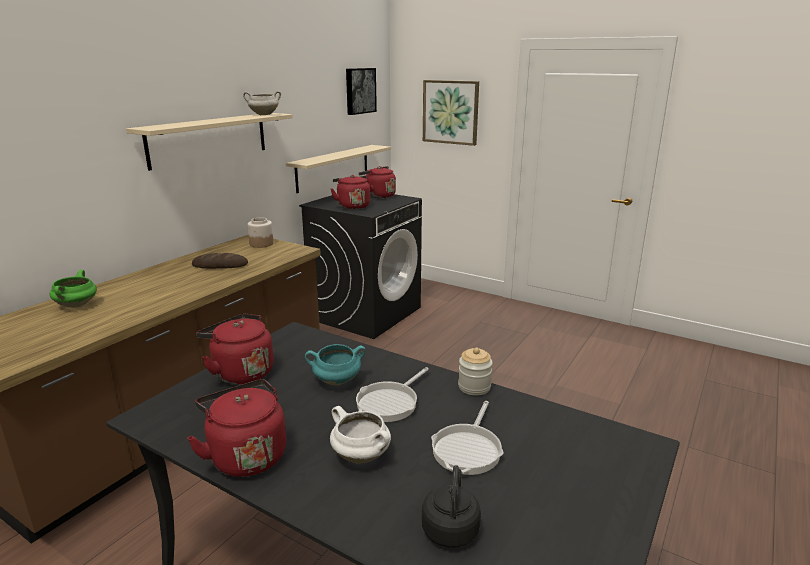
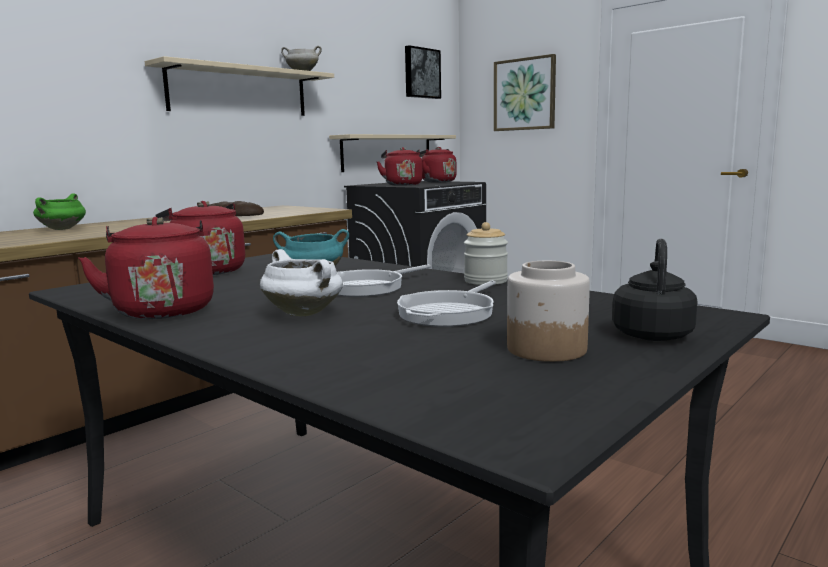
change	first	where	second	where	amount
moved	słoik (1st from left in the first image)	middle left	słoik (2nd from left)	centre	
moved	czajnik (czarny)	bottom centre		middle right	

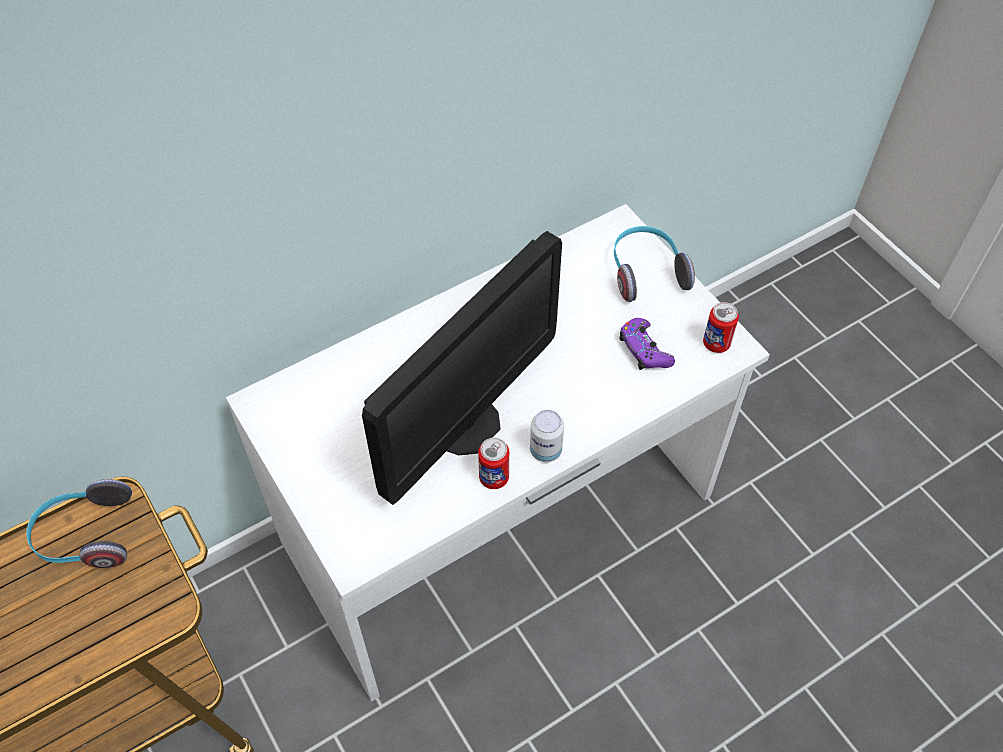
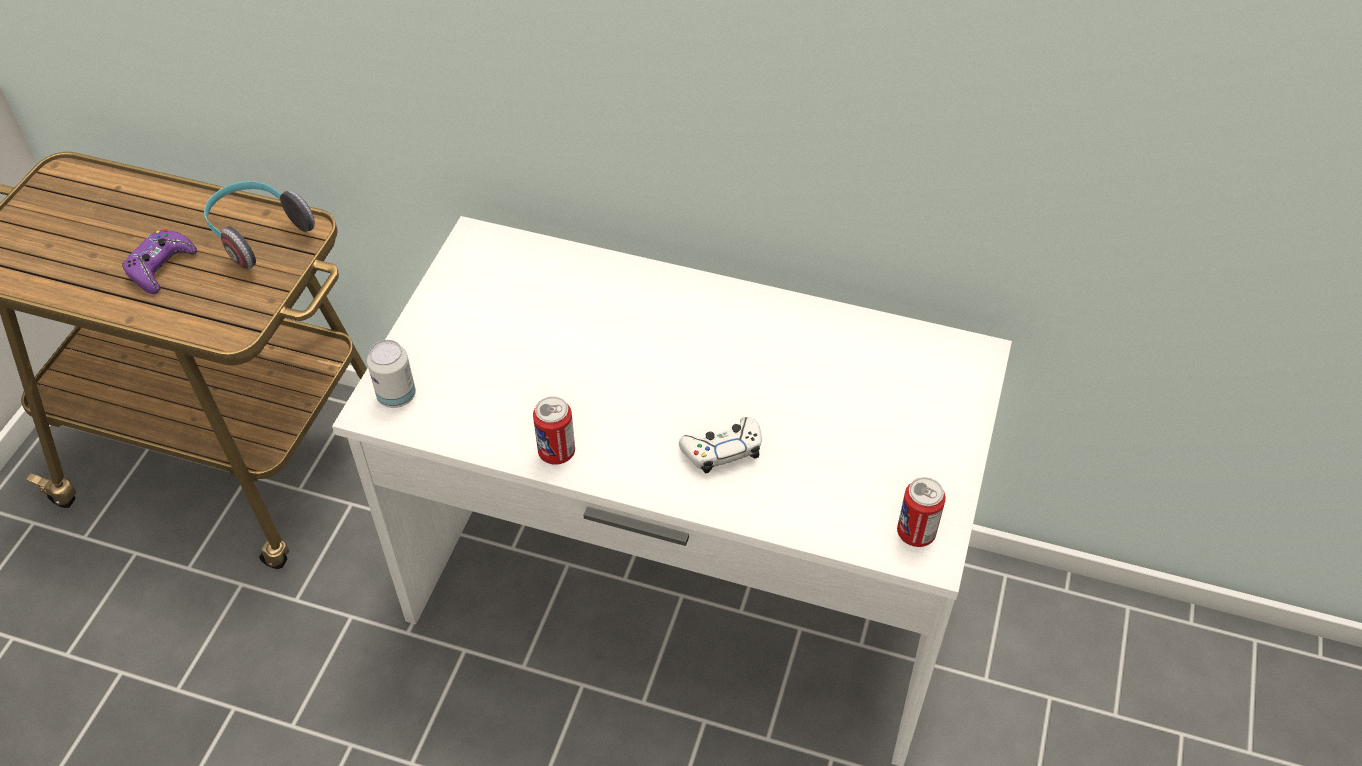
change	first	where	second	where	amount
removed	słuchawki (2nd from left)	centre			
removed	monitor	centre			
moved	pad do gier (fioletowy)	centre		middle left	
moved	puszka (2nd from left in the first image)	centre	puszka (1st from left)	middle left	
added			pad do gier (biały)	centre	

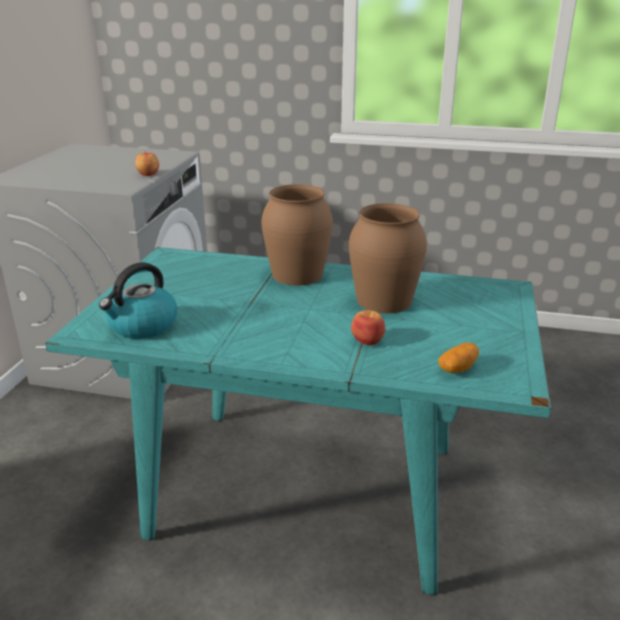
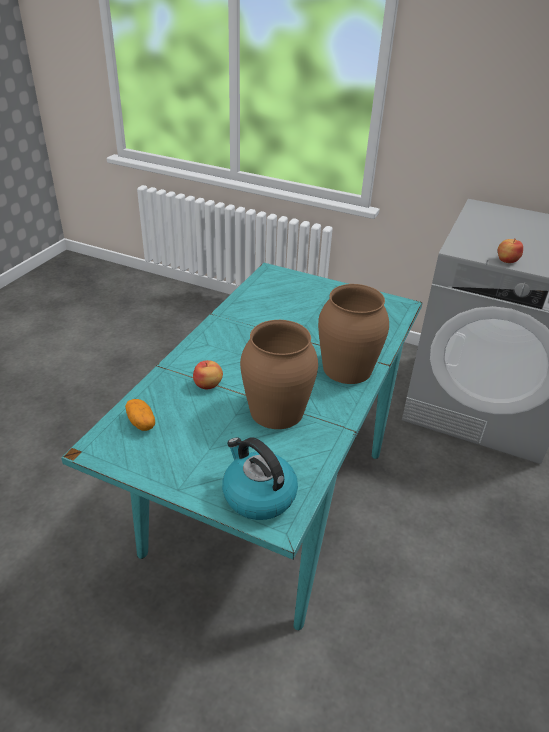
change	first	where	second	where	amount
moved	czajnik	middle left		centre	

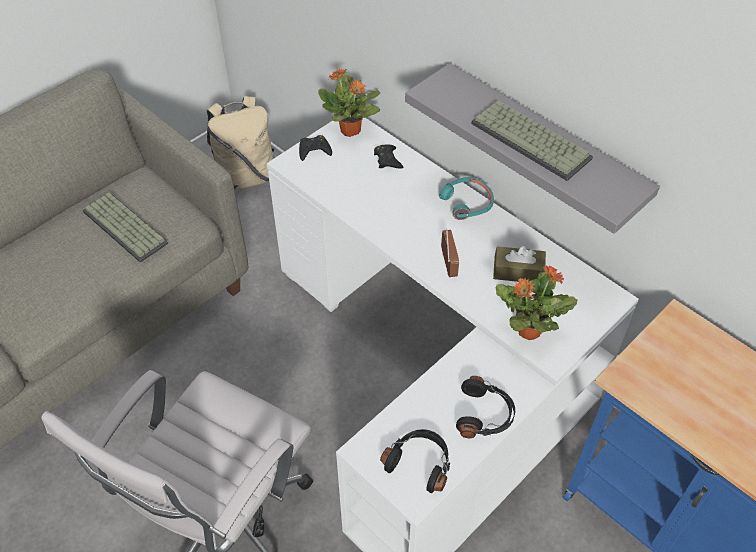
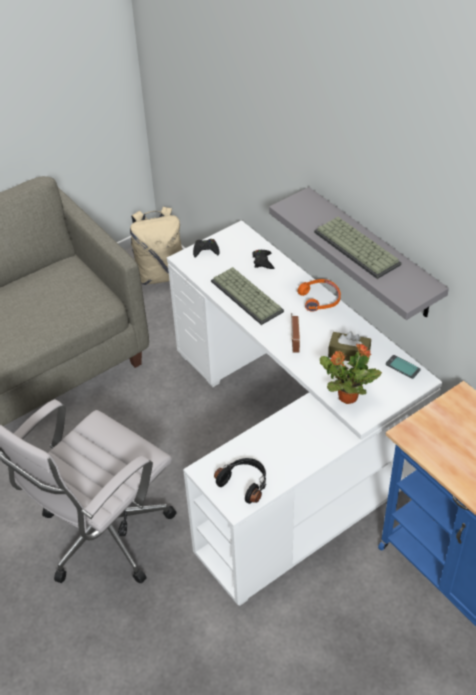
change	first	where	second	where	amount
removed	roślina doniczkowa (1st from left)	top centre			
recoloured	słuchawki (turkusowy)	centre	słuchawki (pomarańczowy)	middle right	
moved	klawiatura (1st from left)	middle left		centre	
removed	słuchawki (czarny) (2nd from left)	bottom centre			
added			telefon	middle right	

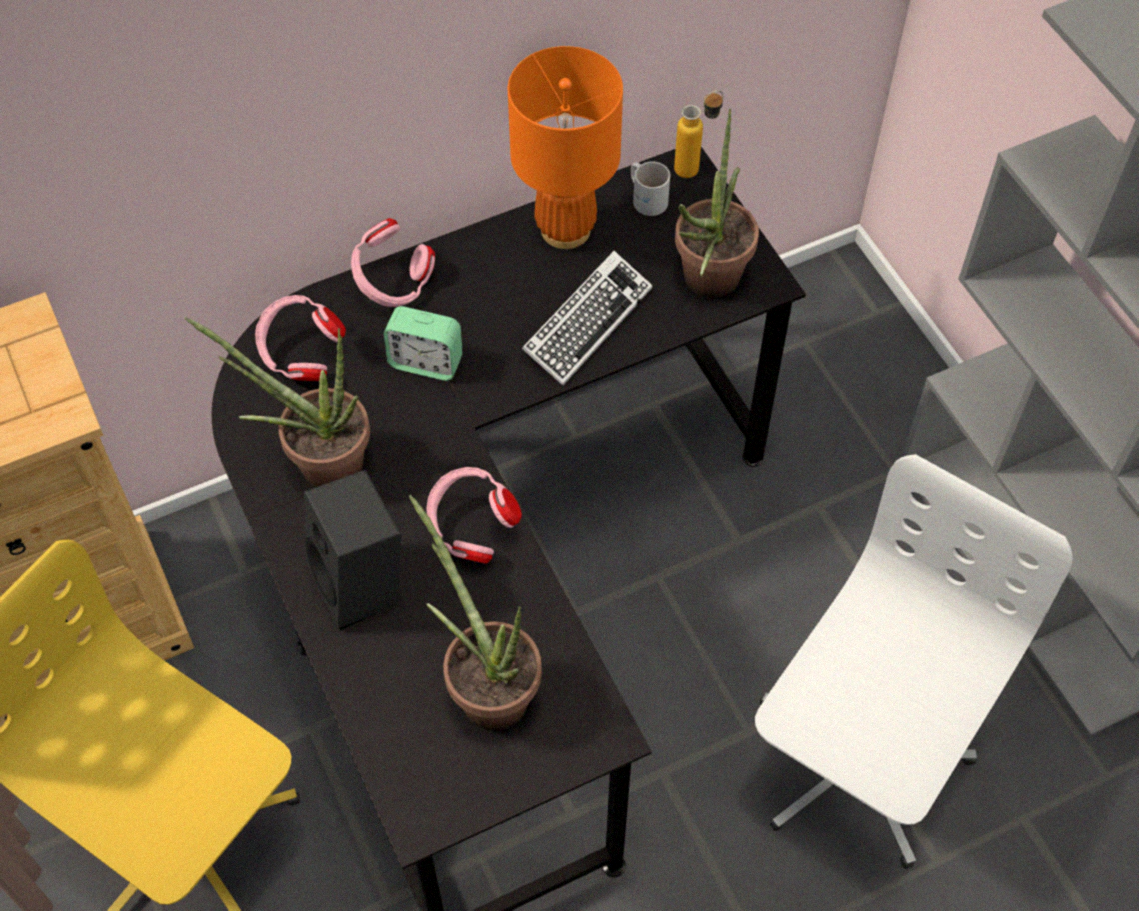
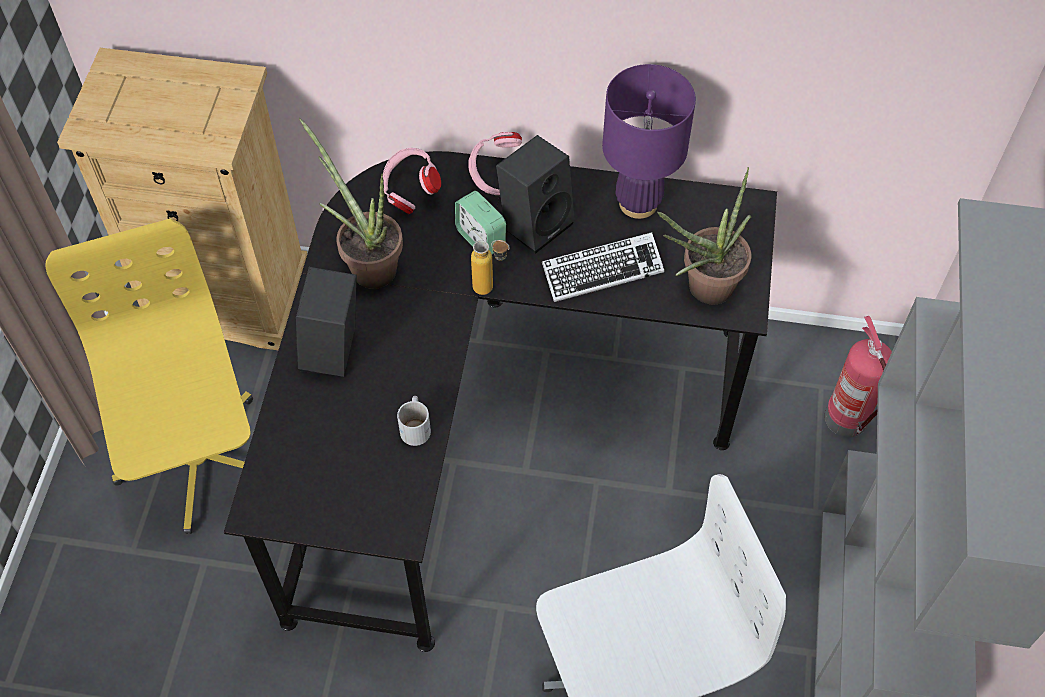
change	first	where	second	where	amount
recoloured	lampa stołowa (pomarańczowy)	top centre	lampa stołowa (fioletowy)	top centre	
moved	butelka	top centre		centre	
moved	kubek (biały)	top centre		centre	
removed	słuchawki (różowy) (3rd from left)	centre			
removed	roślina doniczkowa (2nd from left)	bottom centre			
added			głośnik (czarny) (2nd from left)	top centre	
added			gaśnica	middle right	

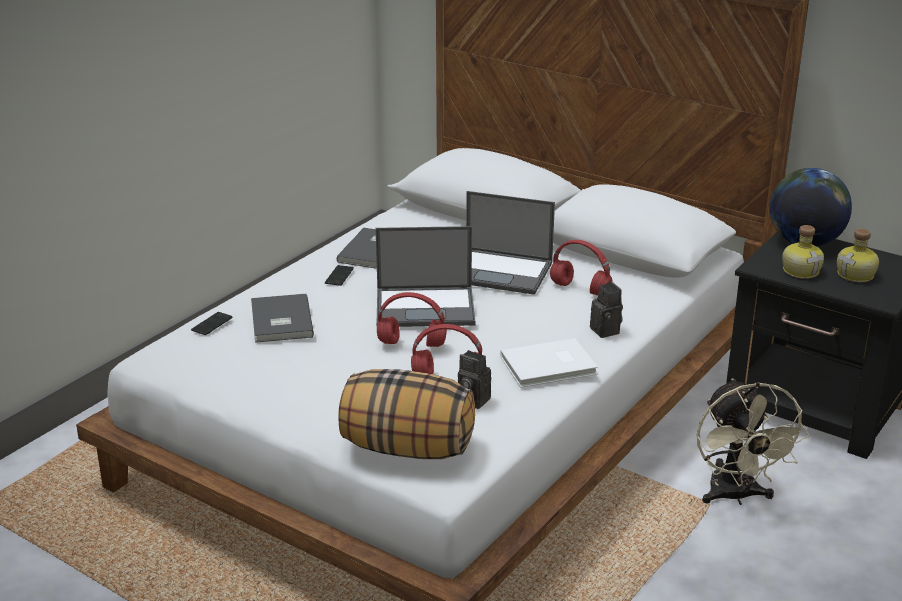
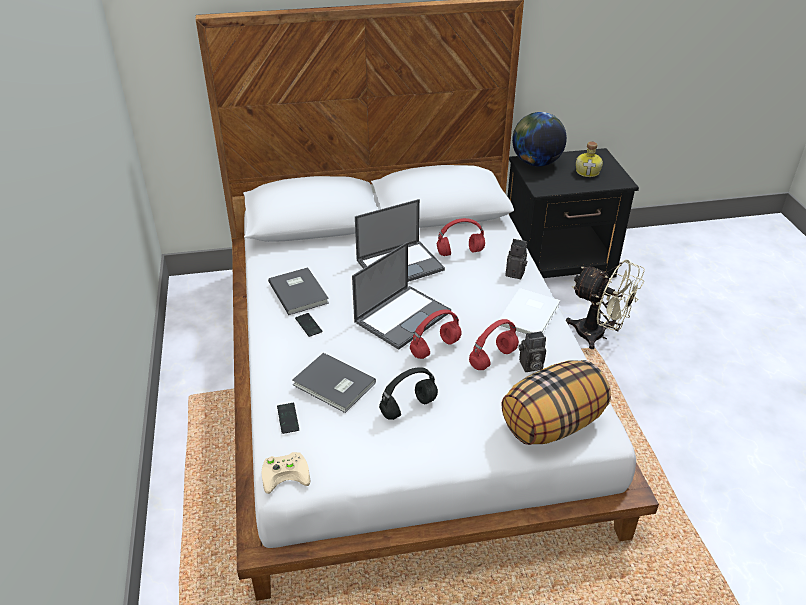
change	first	where	second	where	amount
removed	butelka (1st from left)	middle right			
added			słuchawki (czarny)	centre	
added			pad do gier (beżowy)	bottom centre	

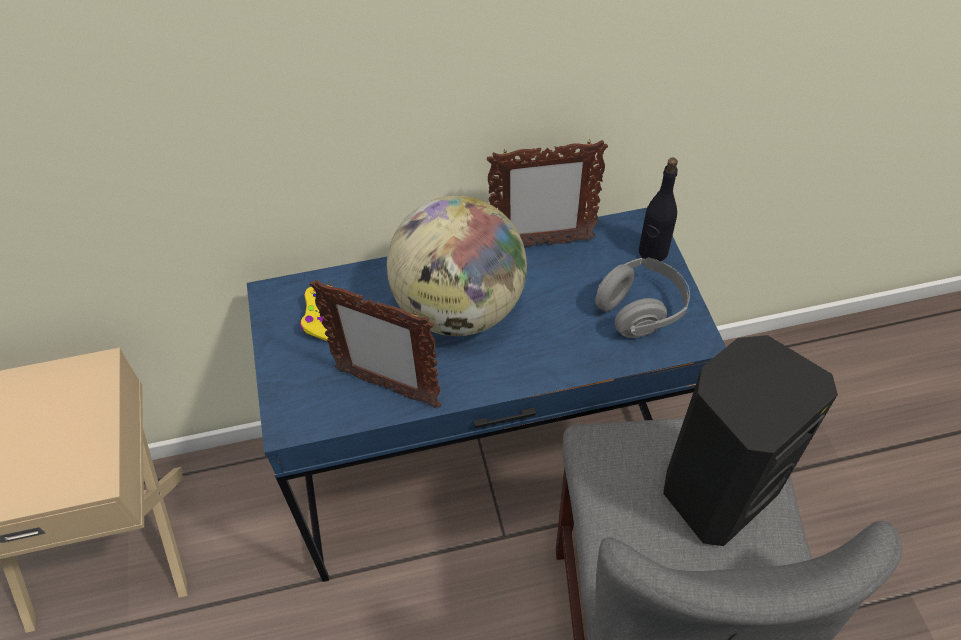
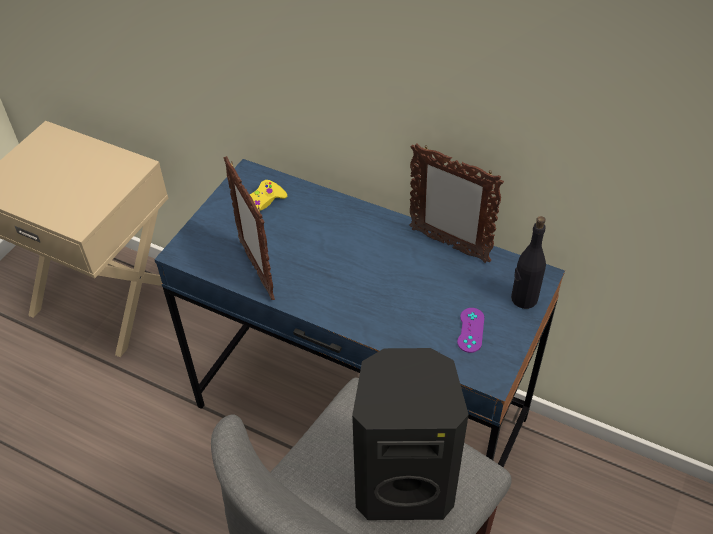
change	first	where	second	where	amount
removed	globus	centre			
replaced	słuchawki (szary)	middle right	pad do gier (fioletowy)	centre	

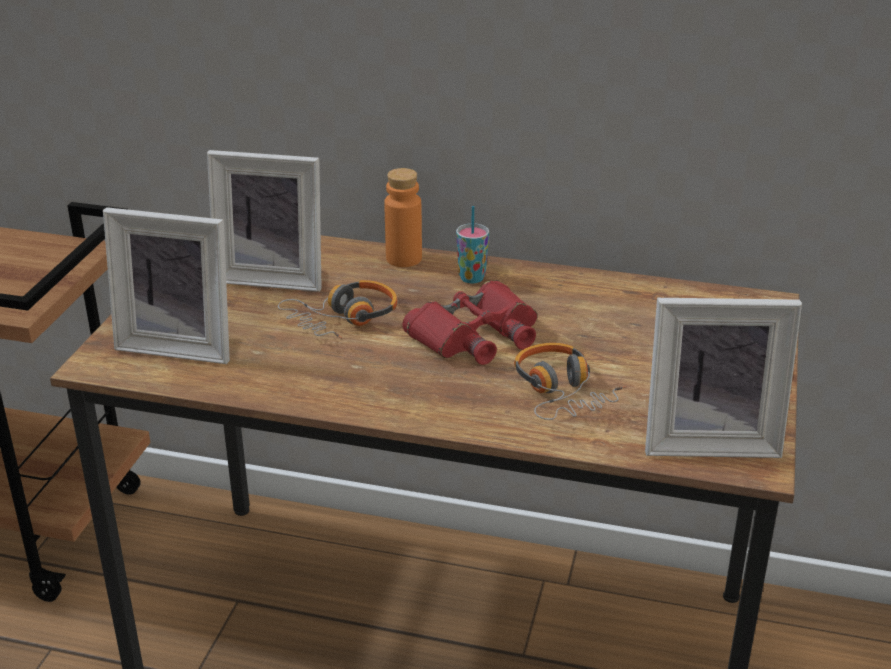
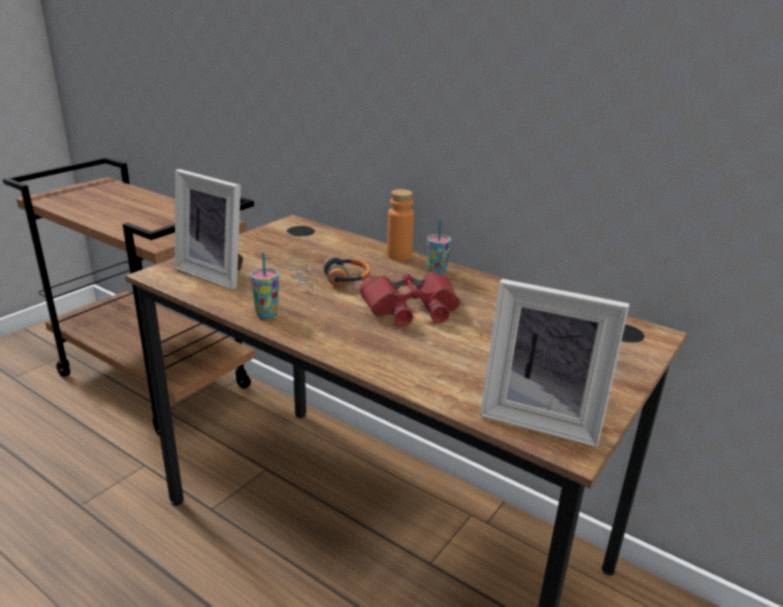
change	first	where	second	where	amount
removed	ramka na zdjęcie (2nd from left)	top left			
removed	słuchawki (2nd from left)	centre			
added			filiżanka (1st from left)	centre	

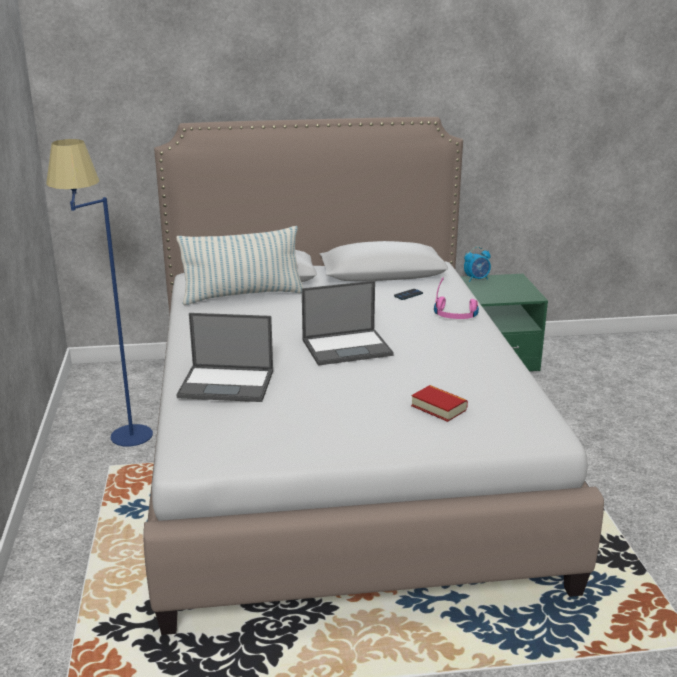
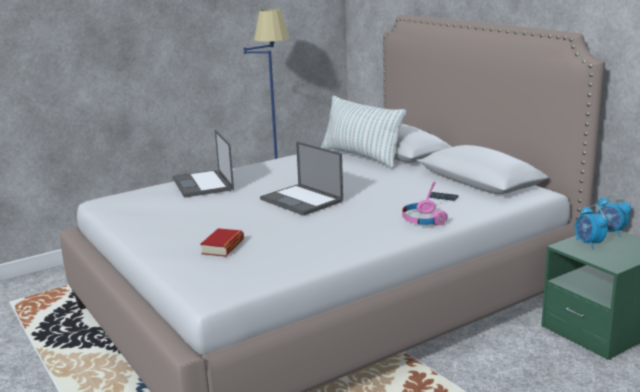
change	first	where	second	where	amount
added			budzik (1st from left)	middle right	

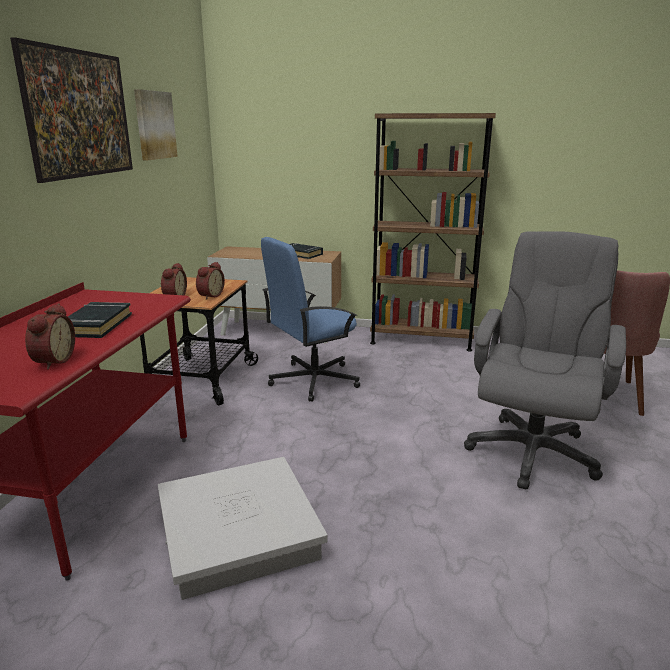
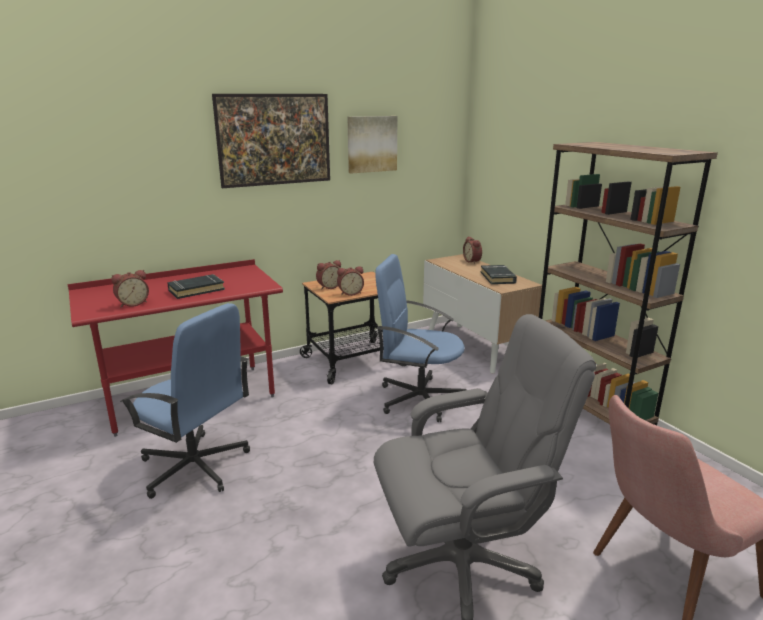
change	first	where	second	where	amount
replaced	pojemnik do przechowywania (biały)	bottom centre	krzesło biurowe (niebieski) (1st from left)	middle left	
added			budzik (4th from left)	centre	

